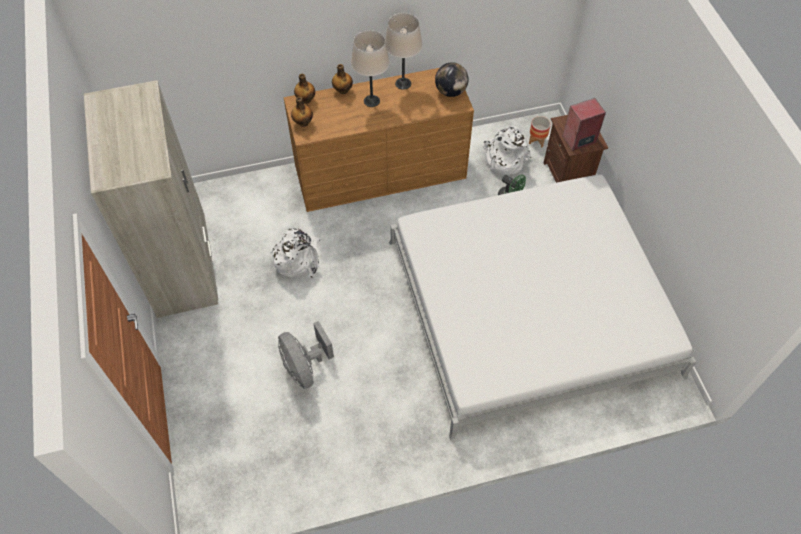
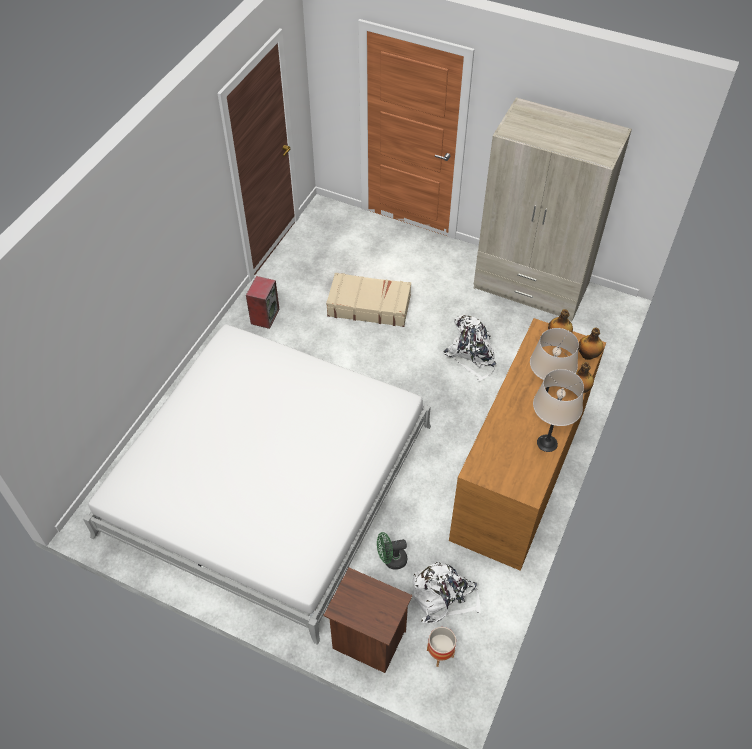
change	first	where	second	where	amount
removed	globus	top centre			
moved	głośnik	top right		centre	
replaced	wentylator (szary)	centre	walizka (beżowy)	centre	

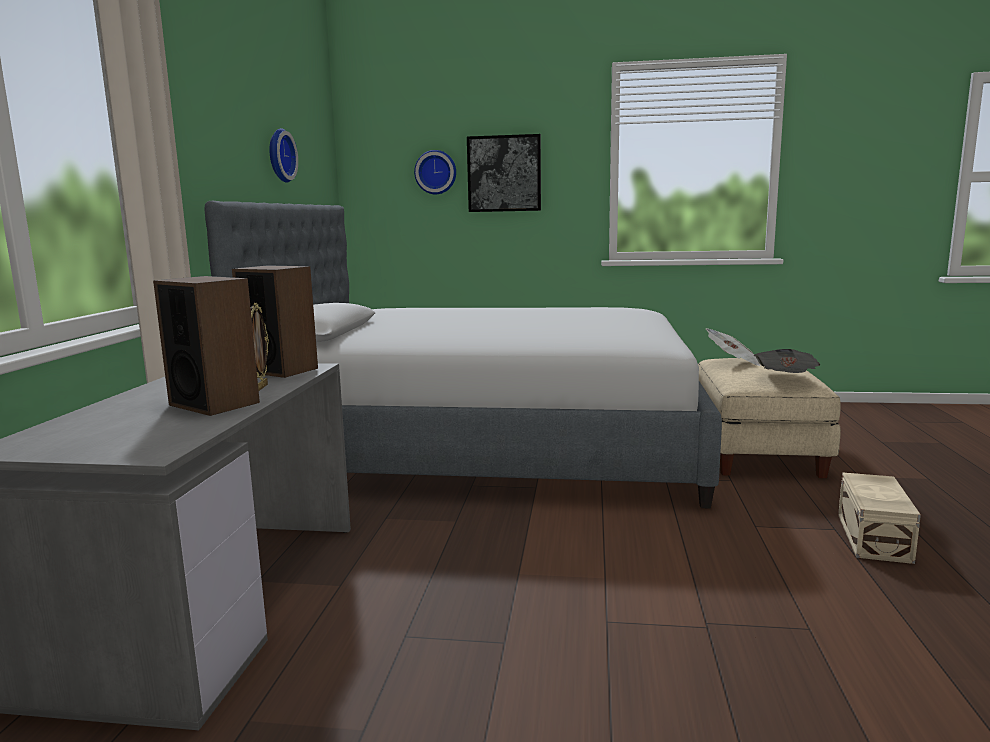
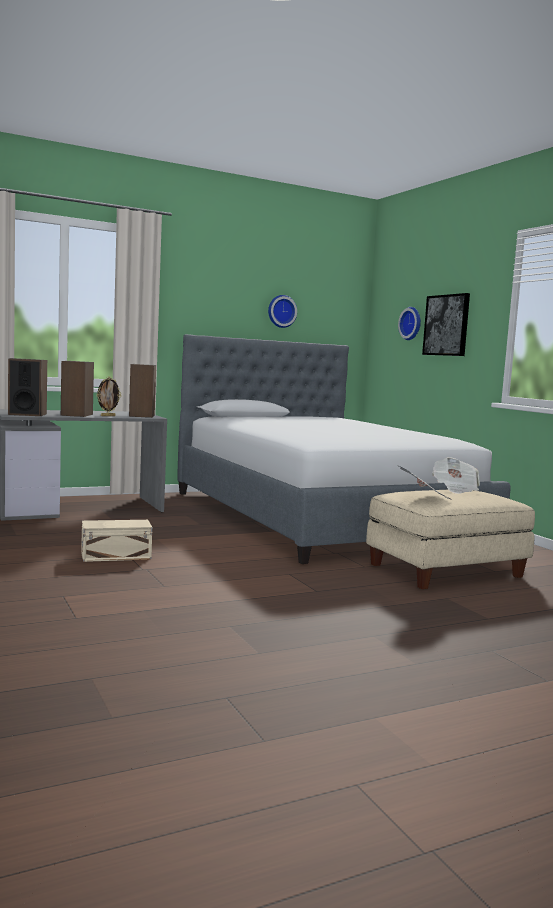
change	first	where	second	where	amount
moved	pojemnik do przechowywania (beżowy)	bottom right		middle left	
added			głośnik (1st from left)	middle left	

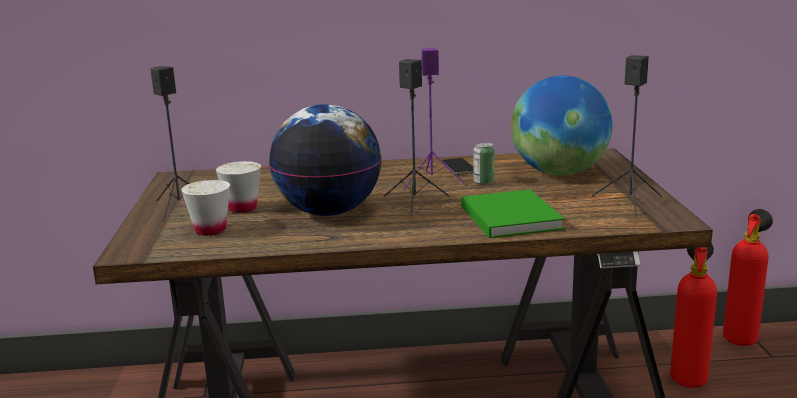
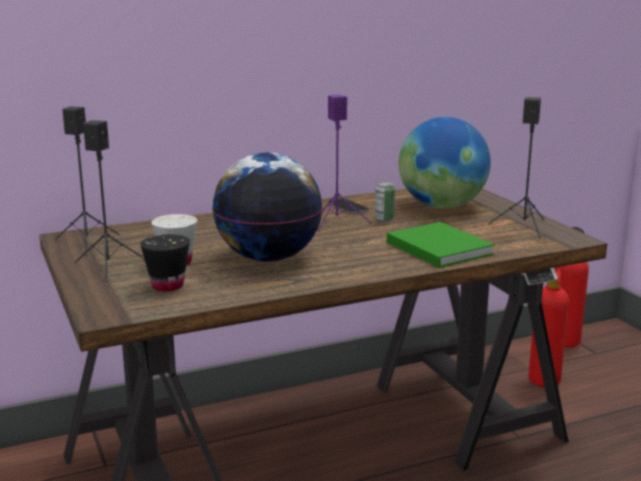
change	first	where	second	where	amount
moved	głośnik (czarny) (2nd from left in the first image)	centre	głośnik (czarny) (1st from left)	middle left	
recoloured	filiżanka (biały) (1st from left)	middle left	filiżanka (czarny)	middle left	

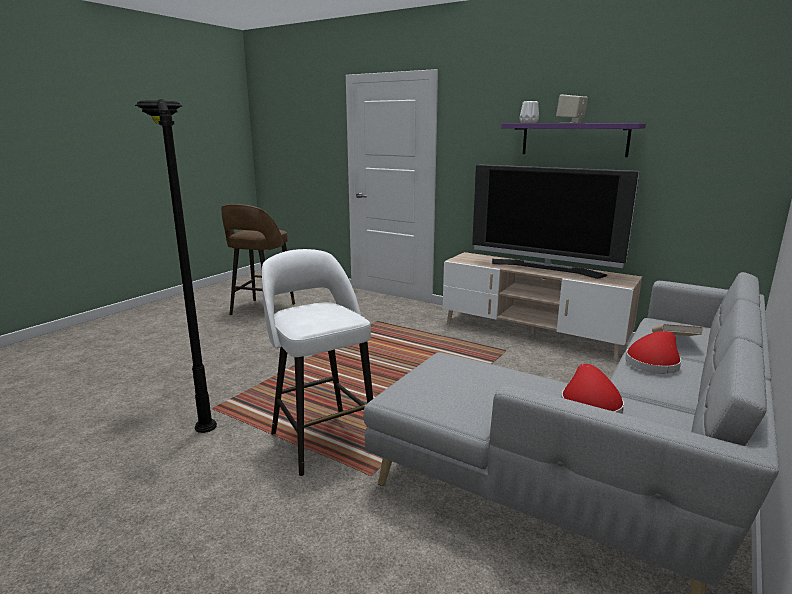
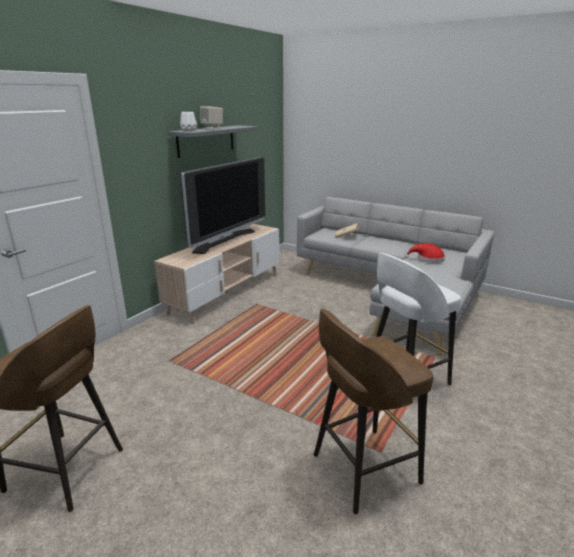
change	first	where	second	where	amount
replaced	lampa stojąca (czarny)	middle left	stołek (brązowy) (2nd from left)	bottom centre	
recoloured	półka (fioletowy)	top right	półka (szary)	top centre	
removed	kapelusz (czerwony) (2nd from left)	middle right			

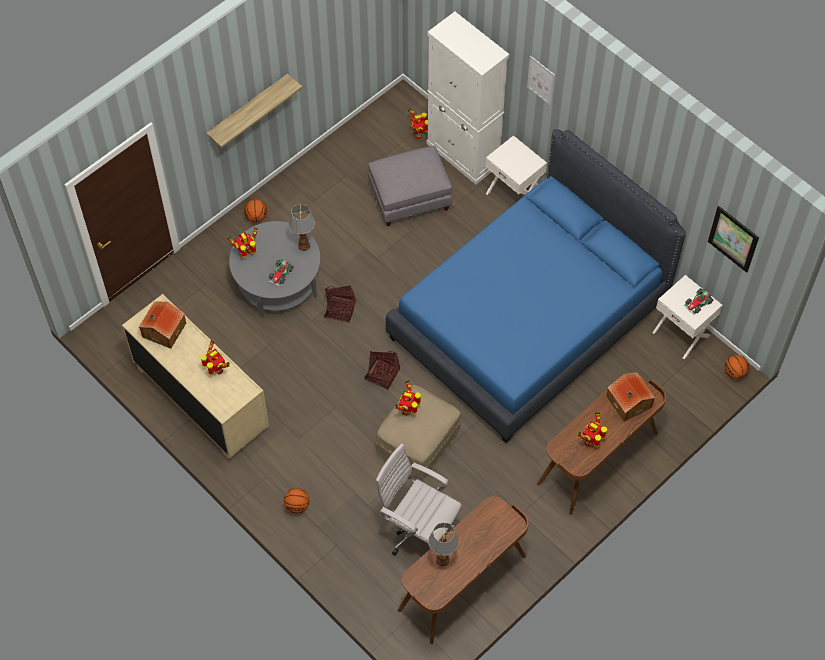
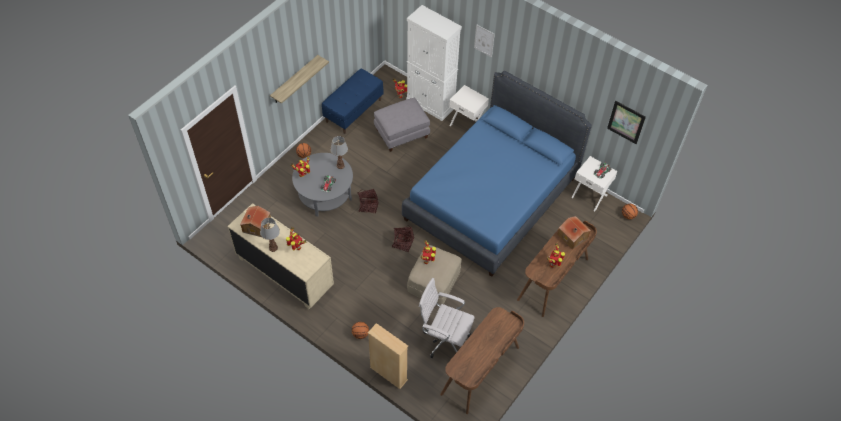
change	first	where	second	where	amount
moved	lampa stołowa (2nd from left in the first image)	bottom centre	lampa stołowa (1st from left)	middle left	
added			ławka (niebieski)	top centre	
added			regał (beżowy)	bottom centre	

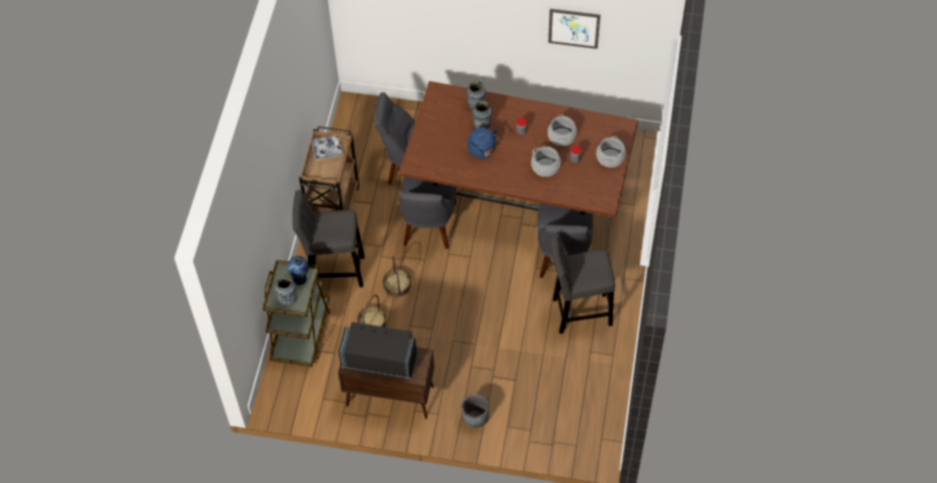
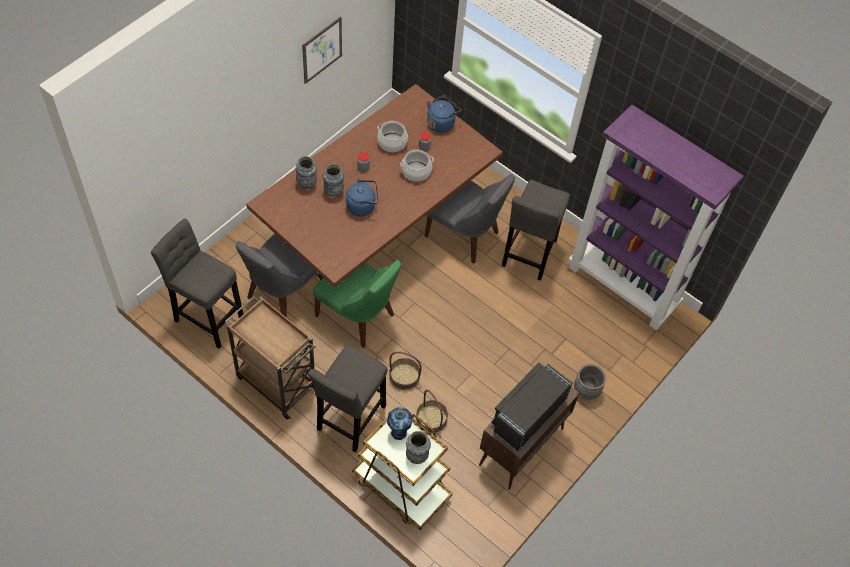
change	first	where	second	where	amount
removed	taca	top centre			
replaced	garnek (3rd from left)	top centre	czajnik (niebieski) (2nd from left)	top centre	
recoloured	krzesło (szary) (2nd from left)	centre	krzesło (zielony)	centre	
added			regał (fioletowy)	middle right	
added			stołek (szary) (1st from left)	middle left	

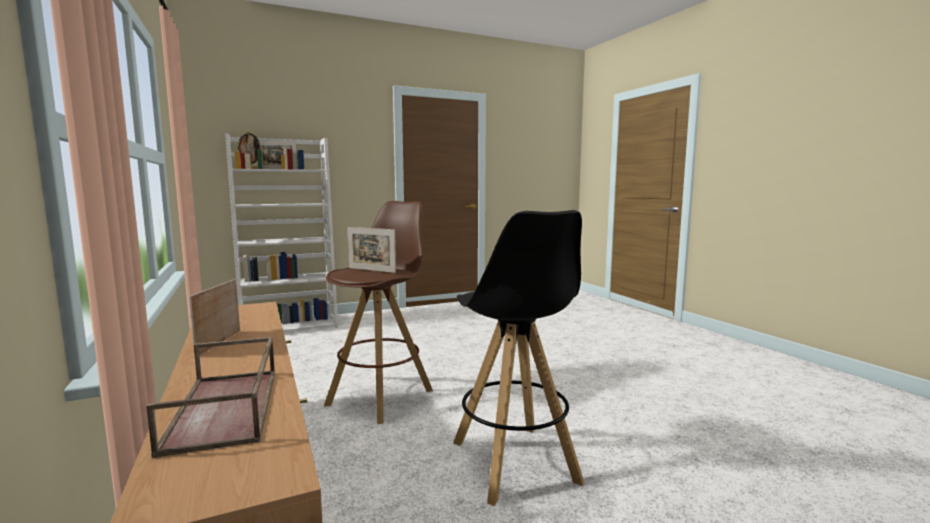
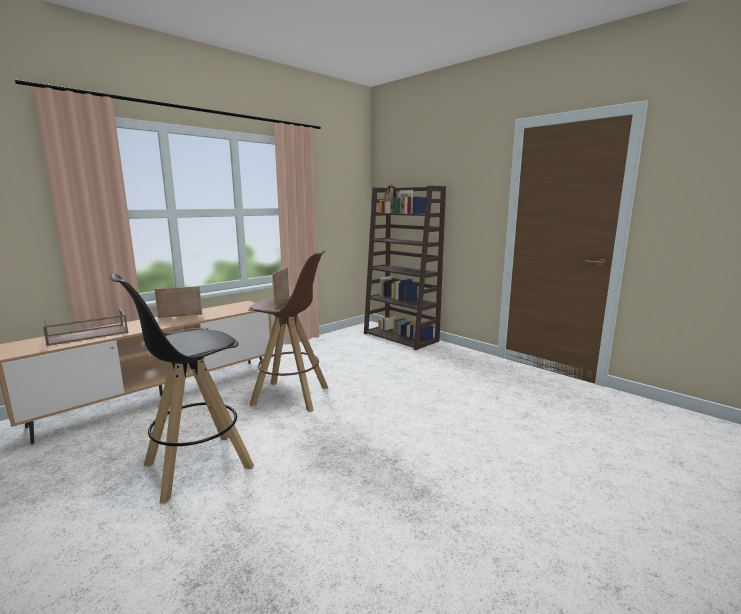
change	first	where	second	where	amount
recoloured	regał (biały)	middle left	regał (brązowy)	centre	

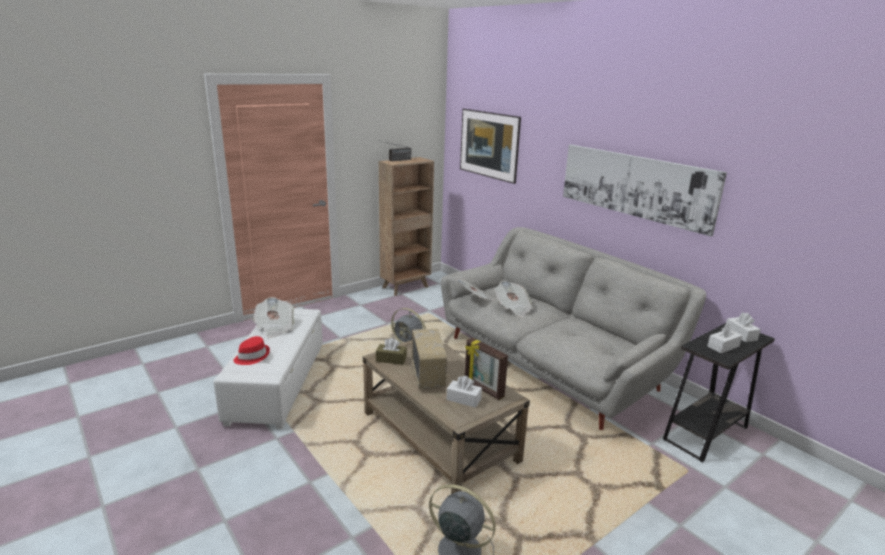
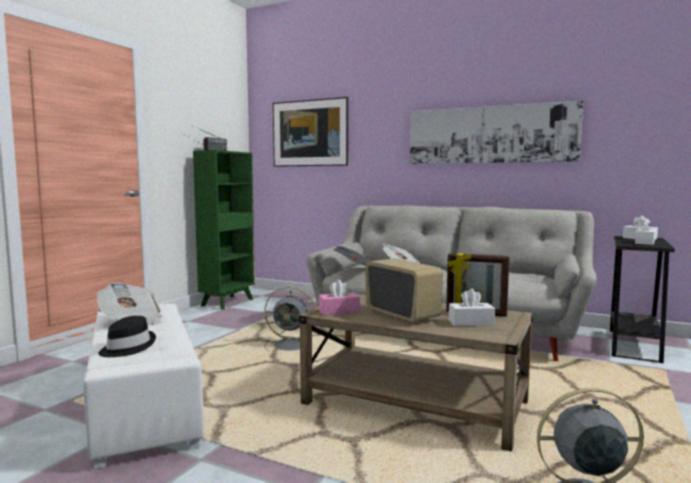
change	first	where	second	where	amount
recoloured	regał (brązowy)	centre	regał (zielony)	middle left	
recoloured	kapelusz (czerwony)	middle left	kapelusz (czarny)	bottom left	
recoloured	pudełko chusteczek (brązowy)	centre	pudełko chusteczek (różowy)	centre	

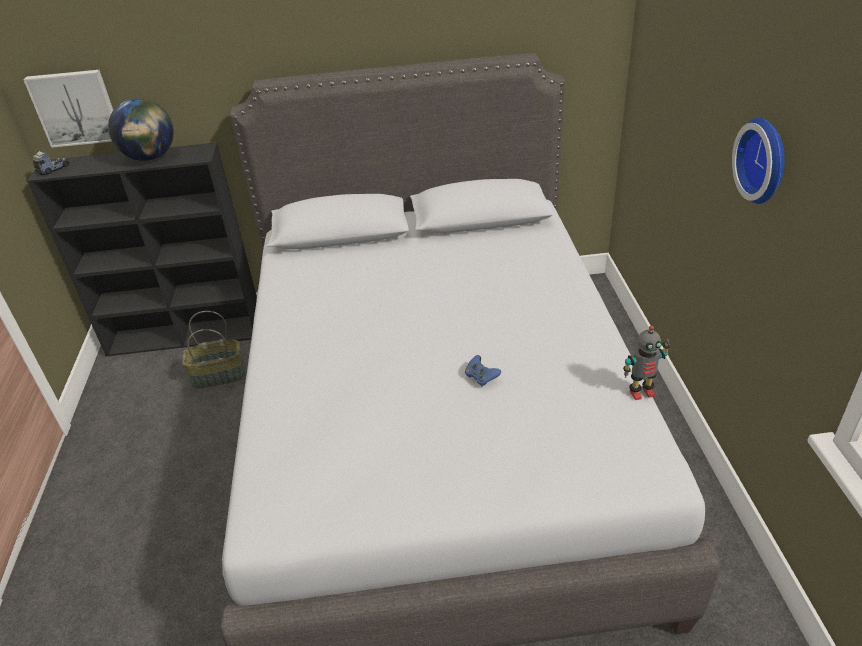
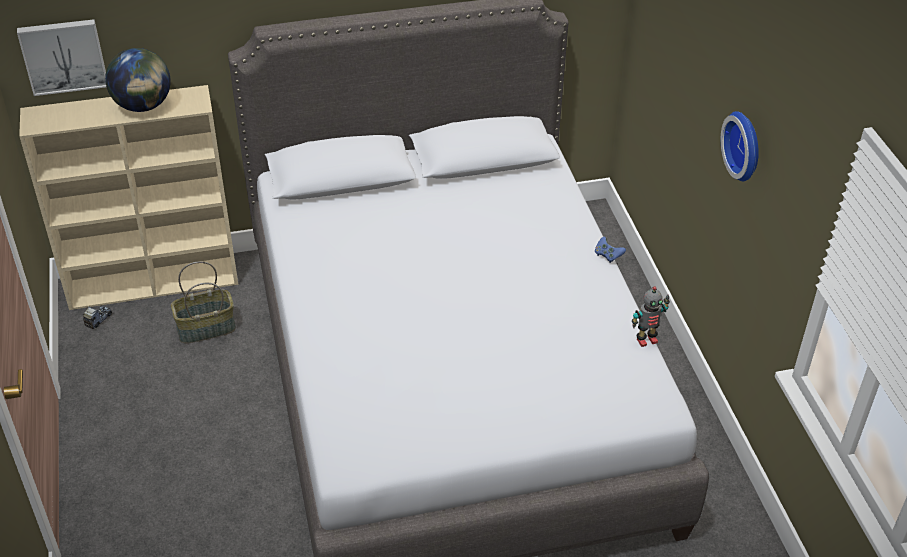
change	first	where	second	where	amount
recoloured	regał (czarny)	middle left	regał (beżowy)	middle left	
moved	ciężarówka zabawkowa	top left		middle left	
moved	pad do gier (niebieski)	centre		middle right	

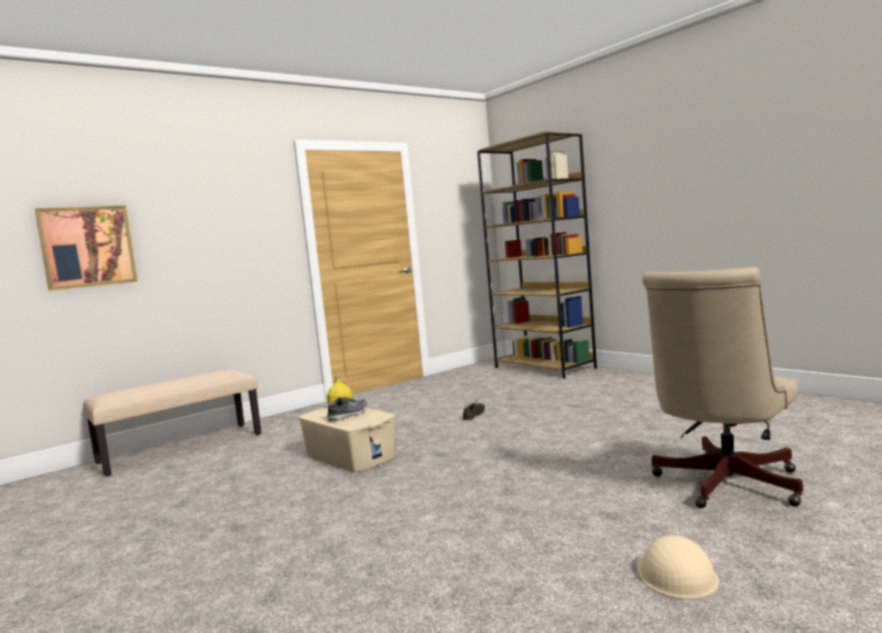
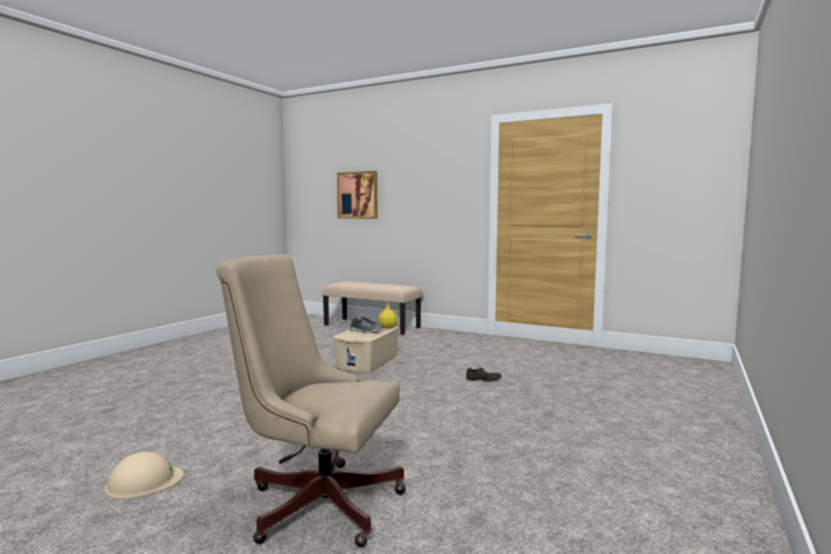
change	first	where	second	where	amount
removed	regał (brązowy)	centre			

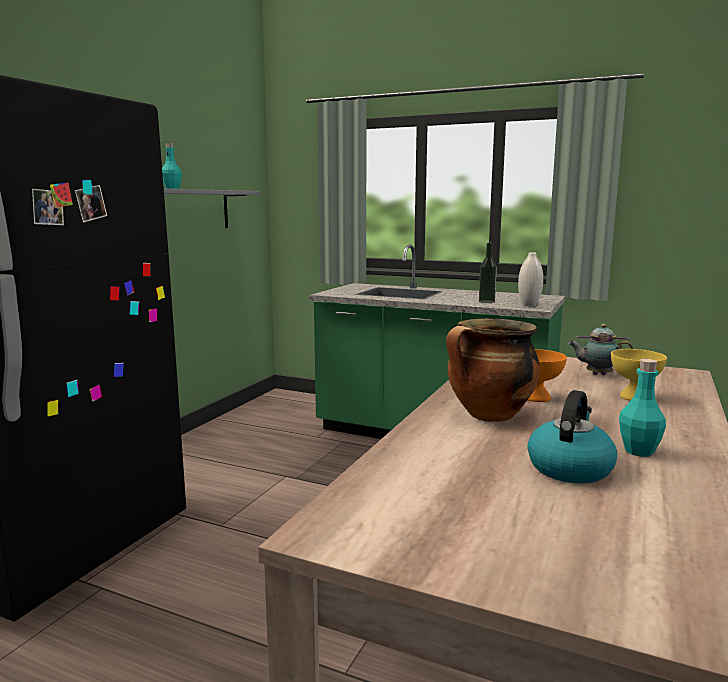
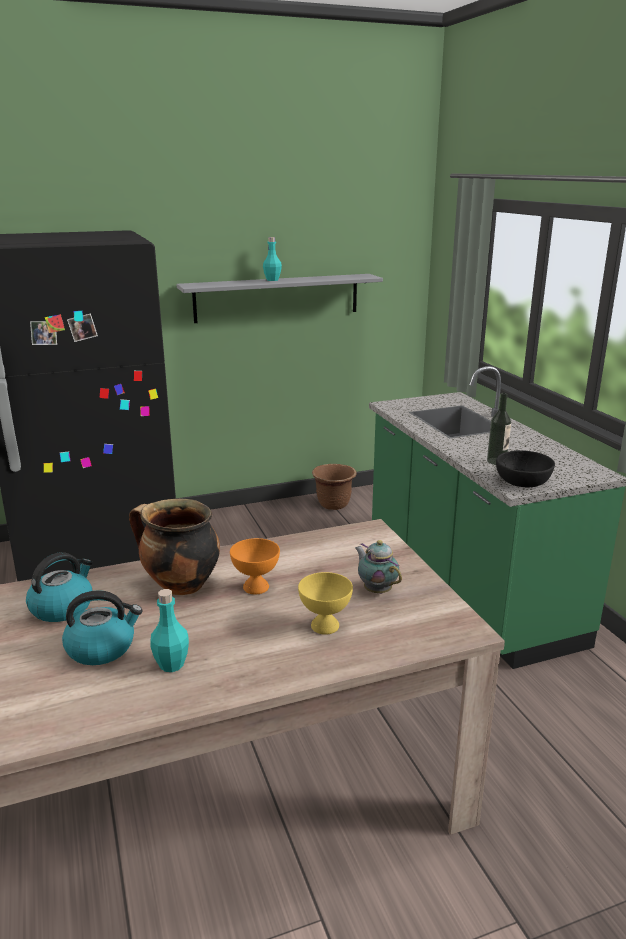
change	first	where	second	where	amount
replaced	wazon (biały)	middle right	miska (czarny)	middle right	
added			donica (brązowy)	centre	
added			czajnik (1st from left)	middle left	

